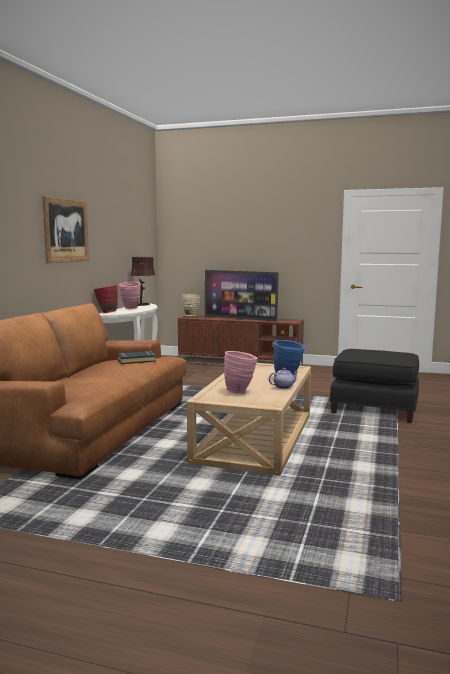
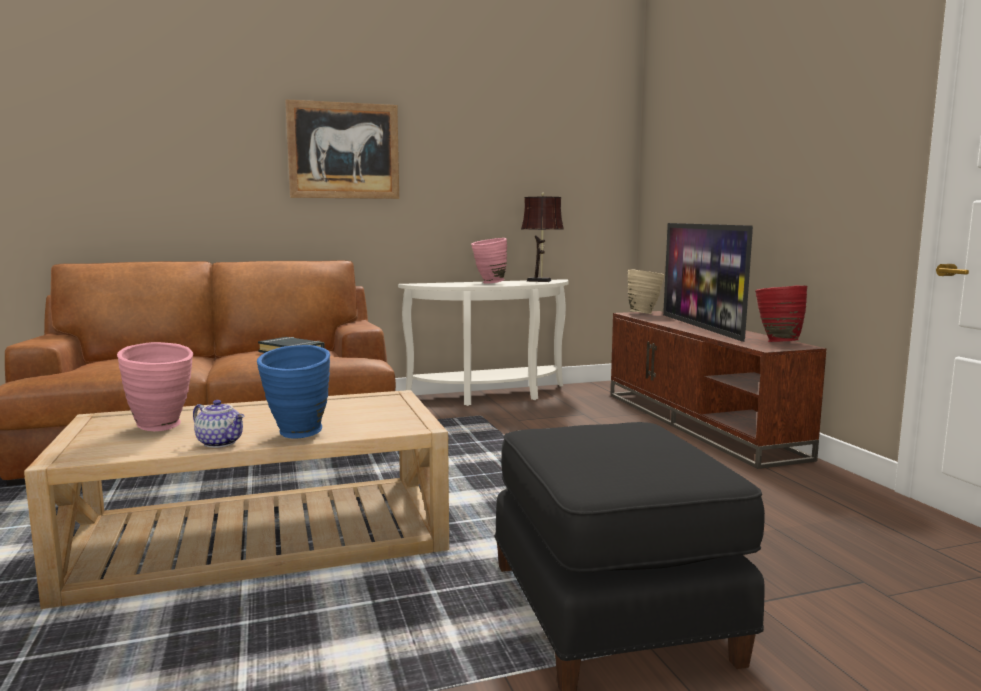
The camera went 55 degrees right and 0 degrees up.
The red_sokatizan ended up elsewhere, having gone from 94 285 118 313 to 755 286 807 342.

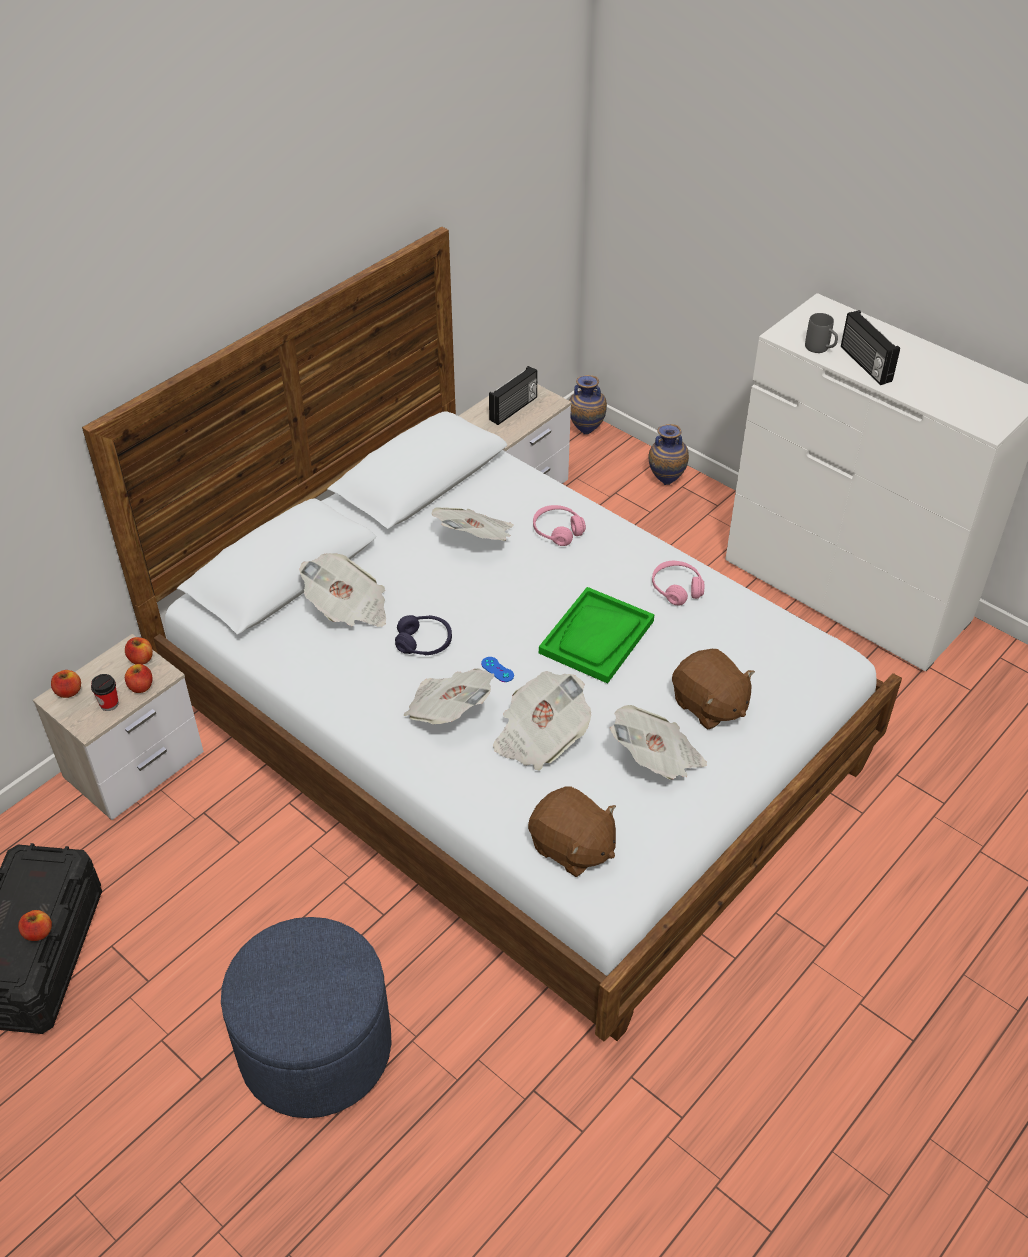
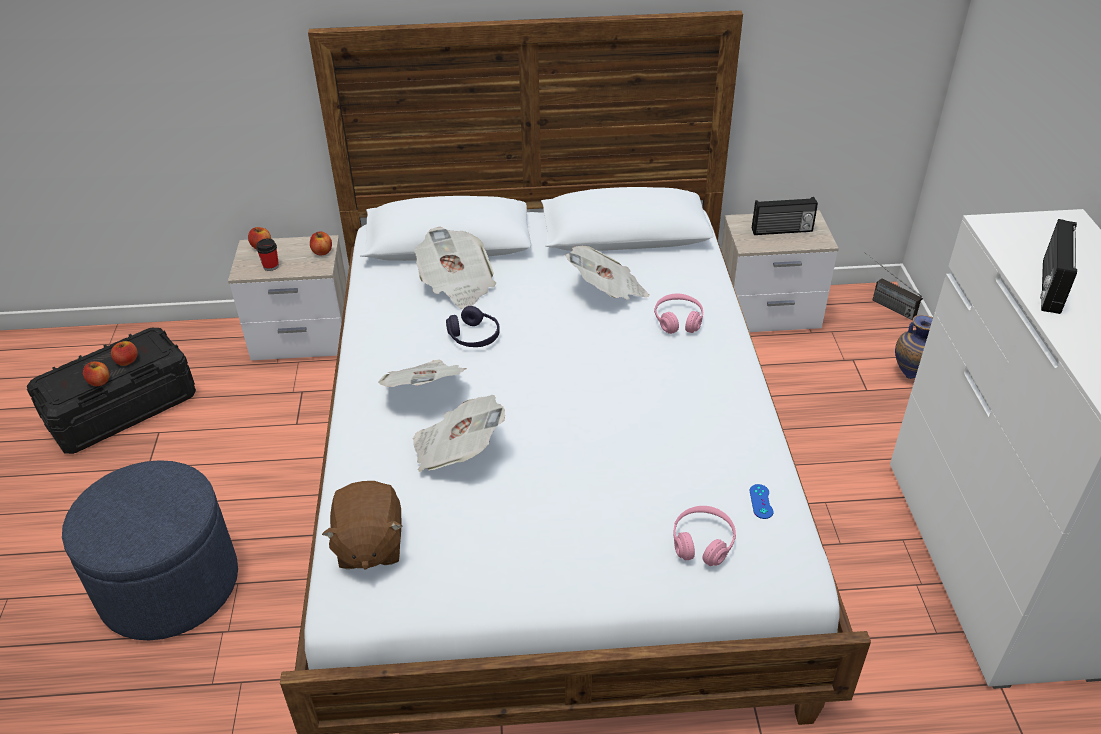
The camera went 45 degrees right and 5 degrees down.
The second view lost the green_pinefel at 539 587 655 684.
The second view lost the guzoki at 610 705 707 780.
The second view lost the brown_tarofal at 672 649 755 730.
The second view lost the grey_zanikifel at 805 313 838 353.
The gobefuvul ended up elsewhere, having gone from 125 664 152 693 to 111 341 137 366.
The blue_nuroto ended up elsewhere, having gone from 481 657 514 682 to 750 484 773 519.
The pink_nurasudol ended up elsewhere, having gone from 652 561 704 606 to 673 506 736 566.
Where the sokatizan stood at 569 375 607 435, the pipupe came to stand at 865 252 923 320.

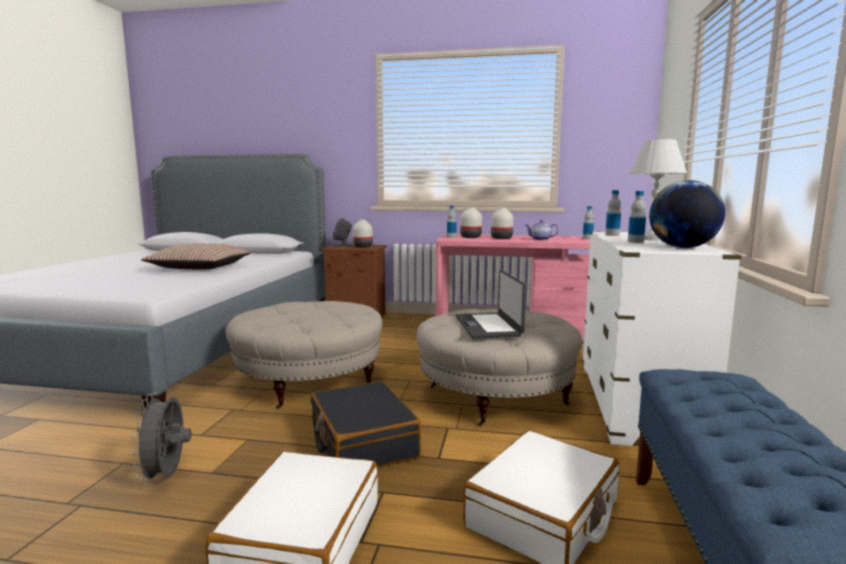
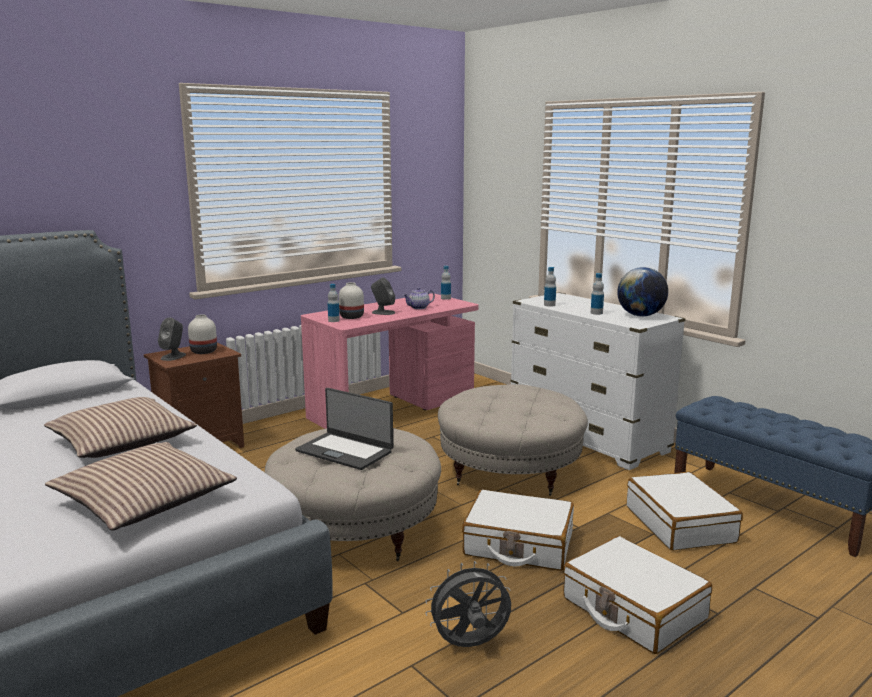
The camera went 50 degrees left and 5 degrees up.
The second view lost the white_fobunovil at 629 139 687 241.
The second view gained the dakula at 45 442 237 530.
The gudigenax ended up elsewhere, having gone from 455 270 526 339 to 295 388 393 470.
Where the white_sokatizan stood at 491 208 513 239, the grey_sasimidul came to stand at 371 278 395 315.
What was the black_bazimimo at 311 381 422 467 turned into the white_bazimimo at 462 490 574 571.
The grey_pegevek at 131 393 192 485 ended up facing another way, 135 degrees clockwise from before.

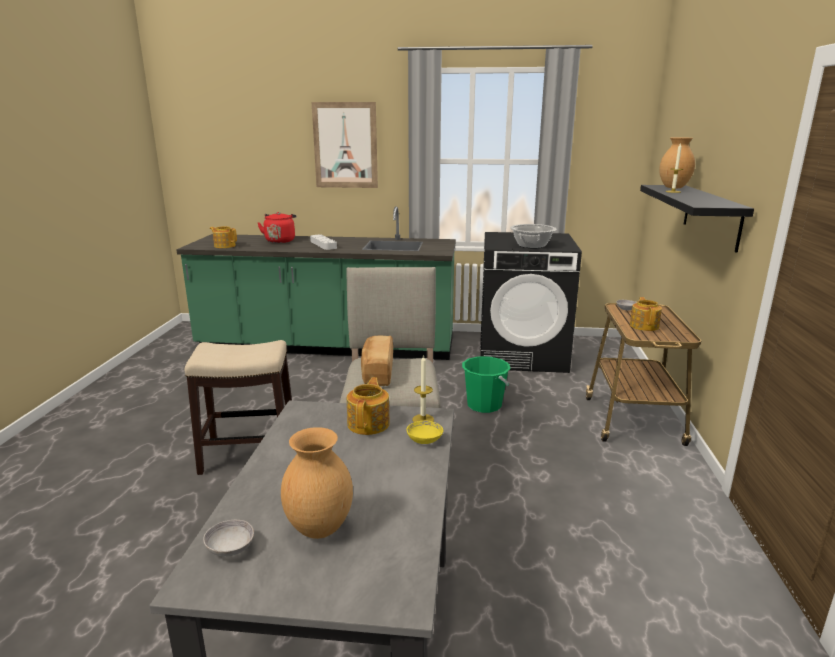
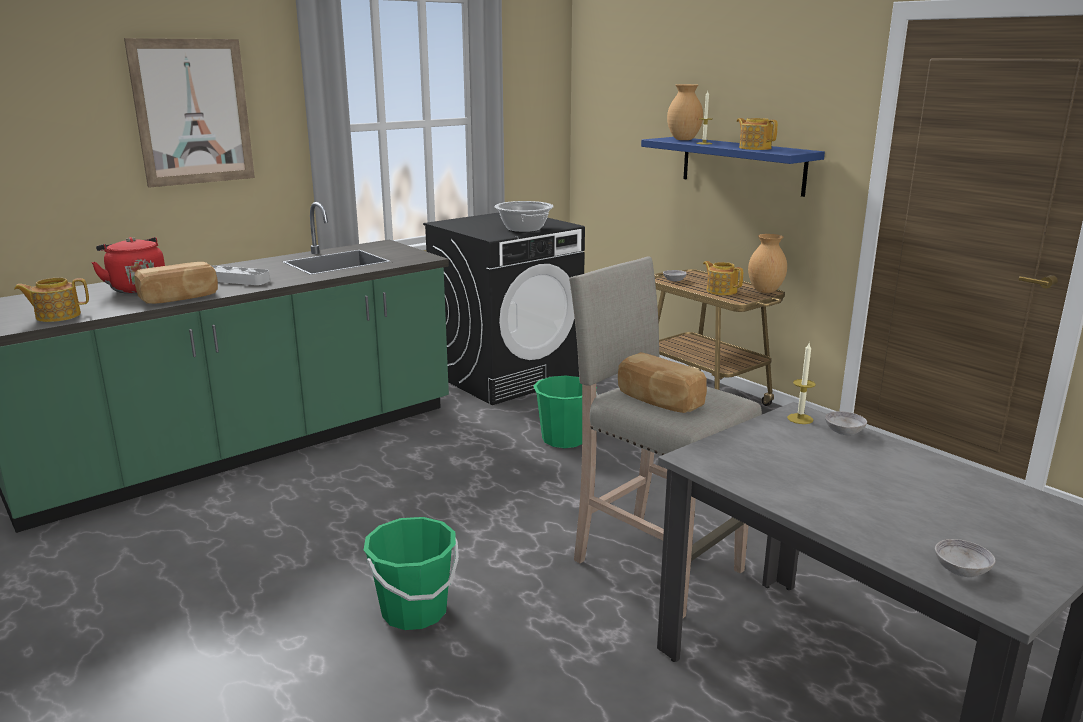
The camera went 45 degrees left and 0 degrees up.
The second view gained the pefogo at 134 262 218 304.
The brown_sokatizan ended up elsewhere, having gone from 281 427 353 539 to 748 234 787 293.
The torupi ended up elsewhere, having gone from 347 377 390 435 to 737 118 778 150.
Where the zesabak stood at 185 340 292 475, the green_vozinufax came to stand at 364 517 459 630.
What was the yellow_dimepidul at 407 421 444 444 turned into the grey_dimepidul at 825 411 867 435.
What was the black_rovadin at 640 185 754 253 turned into the blue_rovadin at 641 137 825 197.

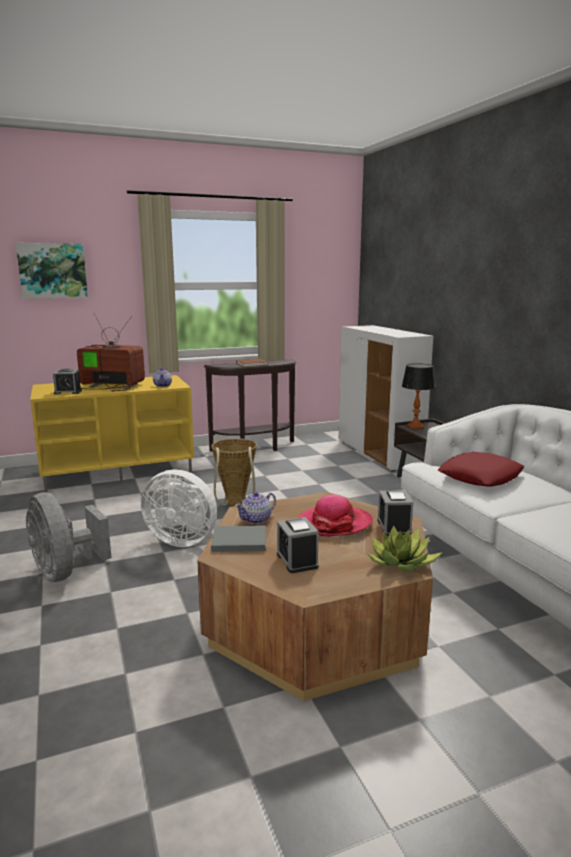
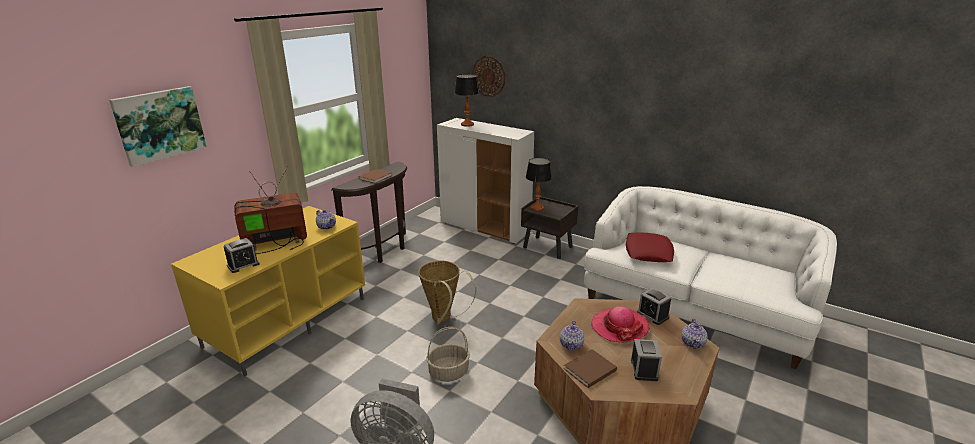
The camera went 35 degrees left and 10 degrees up.
The second view gained the fobunovil at 455 74 479 127.
The second view gained the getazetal at 472 56 505 97.
Where the white_pegevek stood at 141 469 217 547, the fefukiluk came to stand at 427 327 470 382.
Where the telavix stood at 367 526 443 571, the torupi came to stand at 681 319 708 349.
What was the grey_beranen at 211 525 266 552 turned into the brown_beranen at 564 349 617 388.
The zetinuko at 277 517 319 573 ended up facing another way, 120 degrees counterclockwise from before.

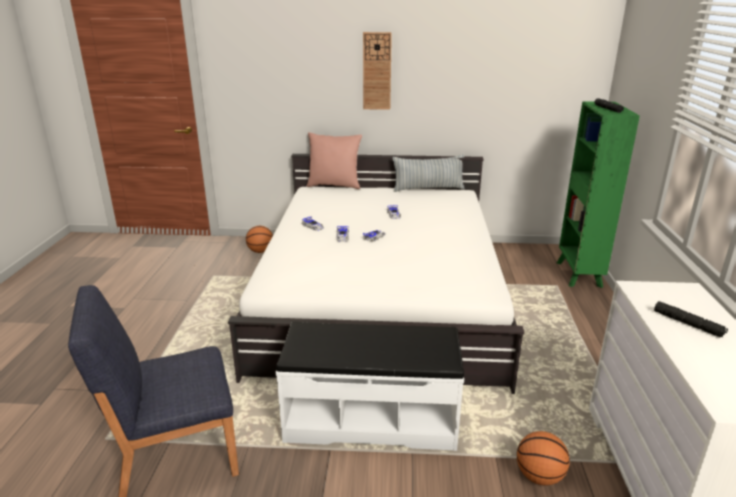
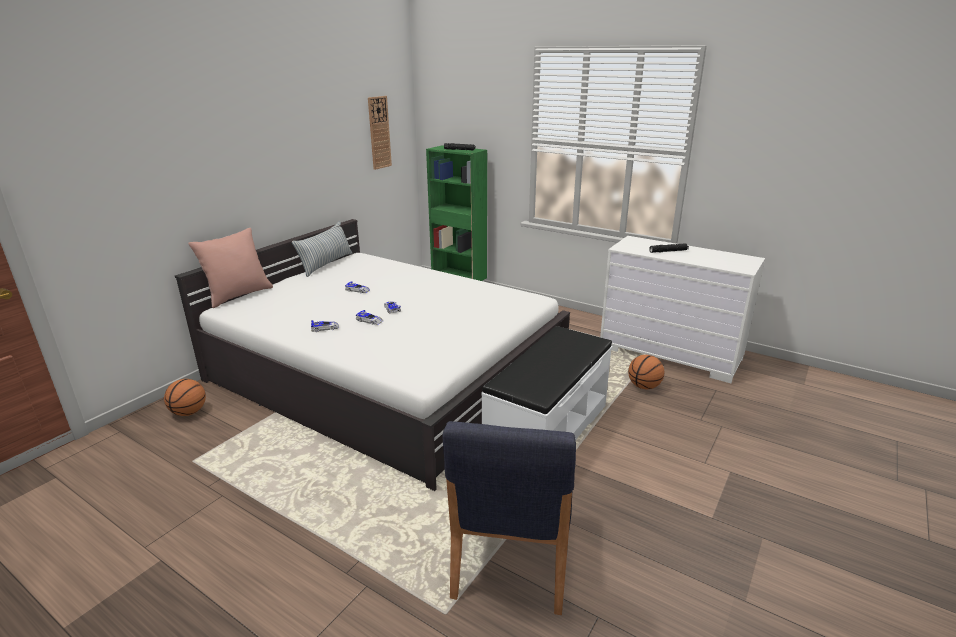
The camera went 60 degrees left and 0 degrees up.
The getazetal ended up elsewhere, having gone from 363 32 392 110 to 368 96 392 170.

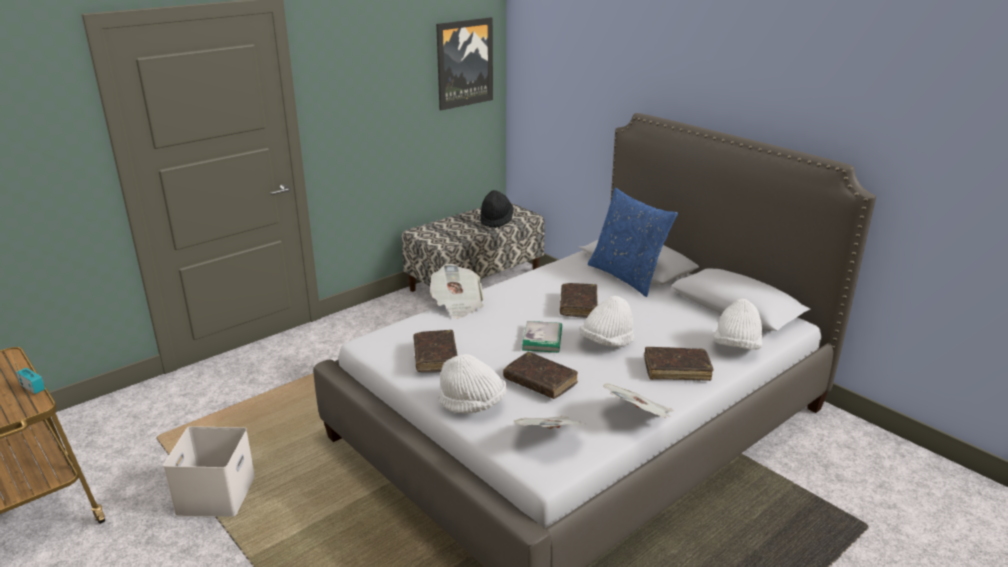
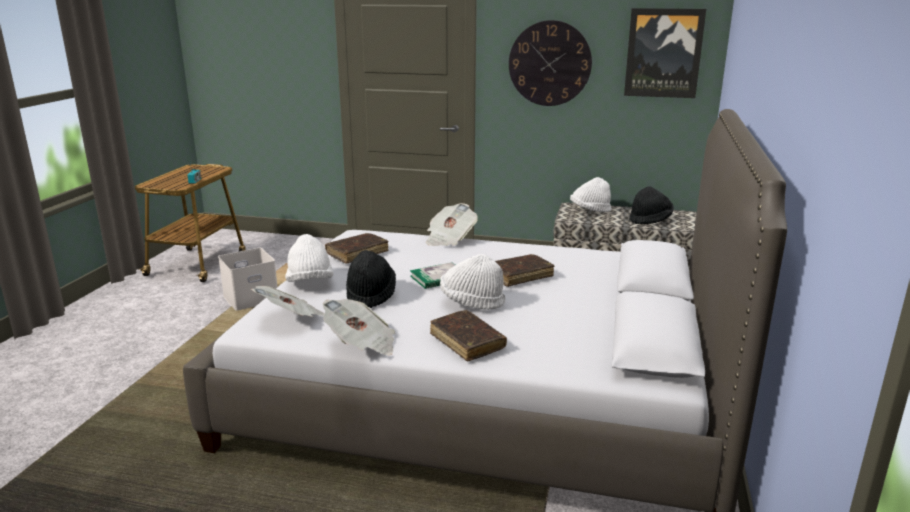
The camera went 55 degrees right and 5 degrees down.
The second view lost the blue_dakula at 588 188 678 297.
The second view gained the getazetal at 509 20 592 106.
The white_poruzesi ended up elsewhere, having gone from 713 299 762 350 to 570 177 611 212.
Where the brown_beranen stood at 503 352 578 399, the black_poruzesi came to stand at 346 250 396 308.

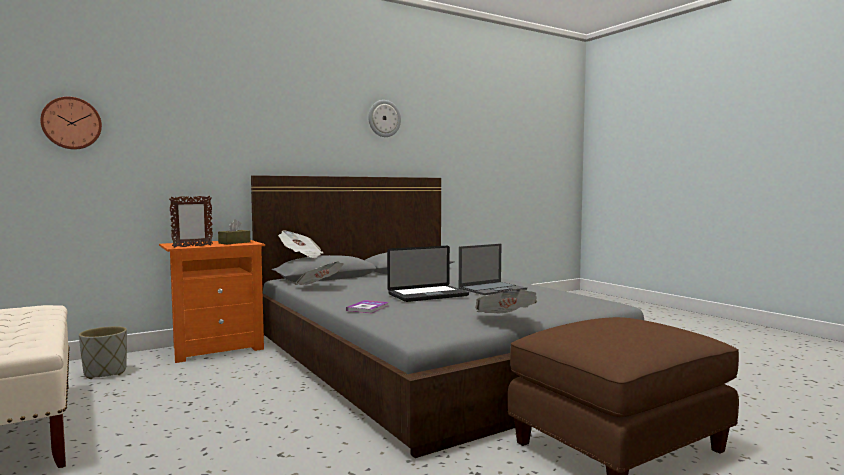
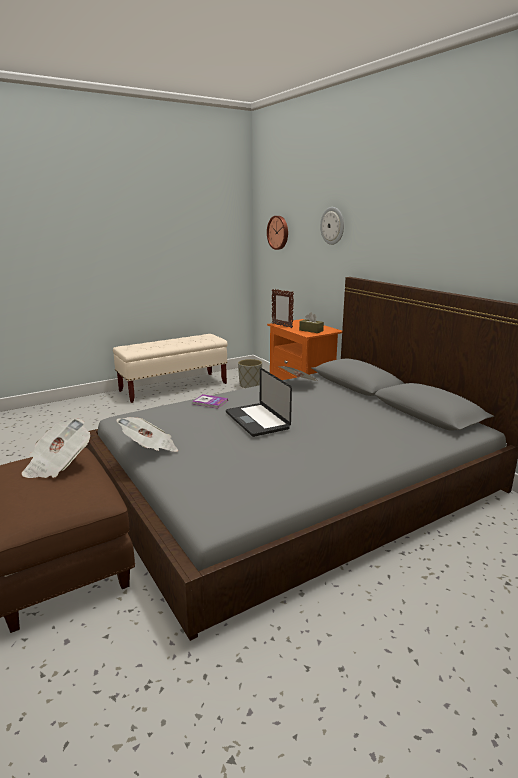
The camera went 90 degrees right and 15 degrees up.
The second view lost the gudigenax at 459 244 527 295.
The guzoki ended up elsewhere, having gone from 278 231 324 258 to 22 418 90 478.
The getazetal ended up elsewhere, having gone from 368 100 401 137 to 320 207 344 245.

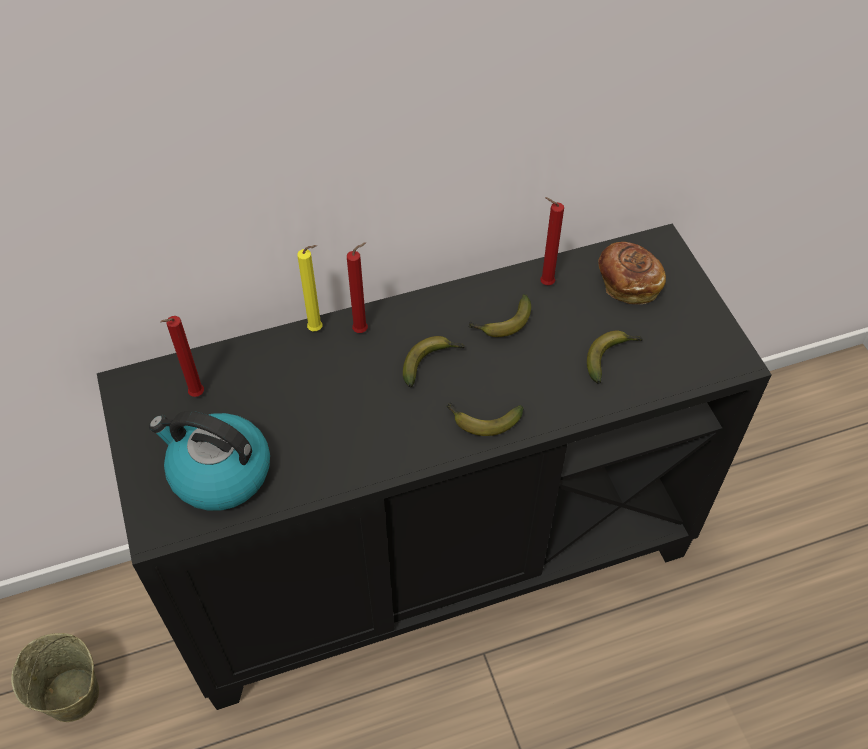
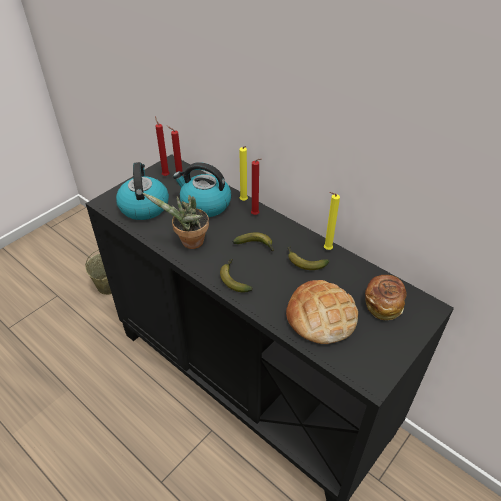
The camera went 60 degrees right and 10 degrees down.
The second view gained the telavix at 142 193 209 249.
The second view gained the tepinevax at 173 162 231 217.
The second view gained the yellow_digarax at 324 192 340 250.
The red_digarax ended up elsewhere, having gone from 540 197 564 285 to 155 116 170 176.
Where the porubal stood at 587 331 643 384, the pefogo came to stand at 286 280 358 344.

